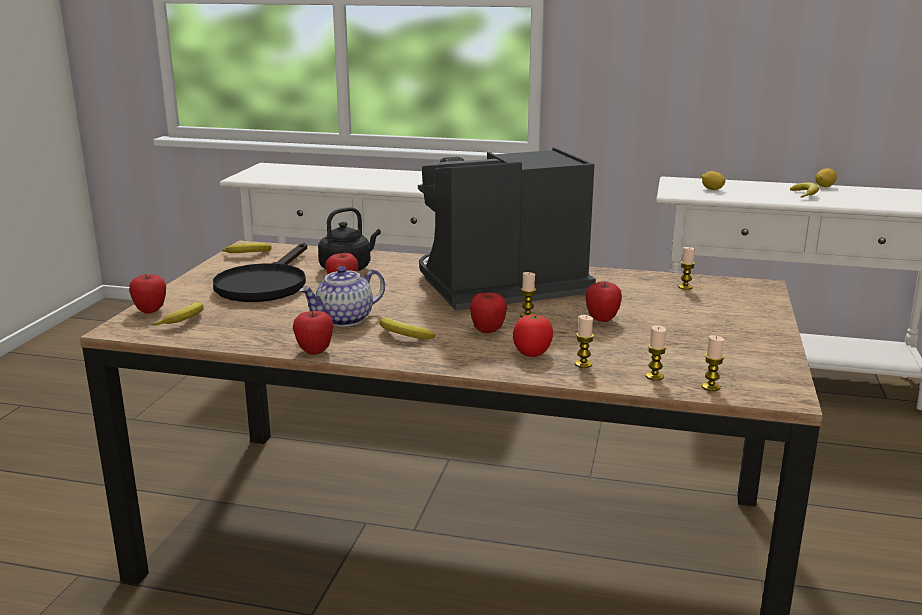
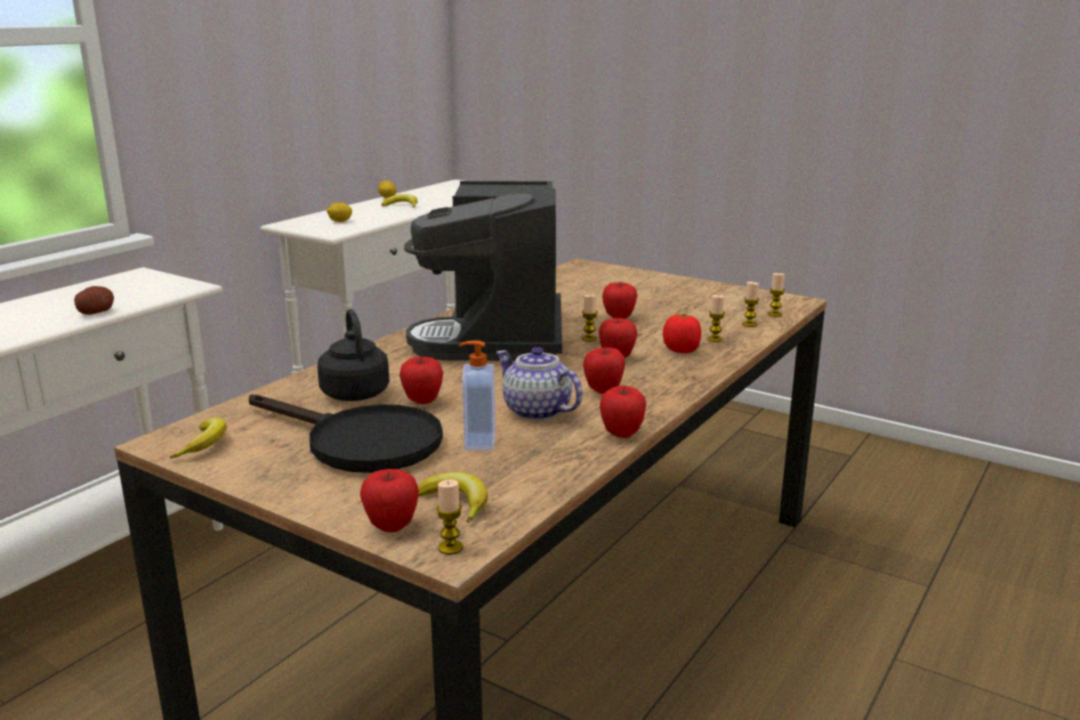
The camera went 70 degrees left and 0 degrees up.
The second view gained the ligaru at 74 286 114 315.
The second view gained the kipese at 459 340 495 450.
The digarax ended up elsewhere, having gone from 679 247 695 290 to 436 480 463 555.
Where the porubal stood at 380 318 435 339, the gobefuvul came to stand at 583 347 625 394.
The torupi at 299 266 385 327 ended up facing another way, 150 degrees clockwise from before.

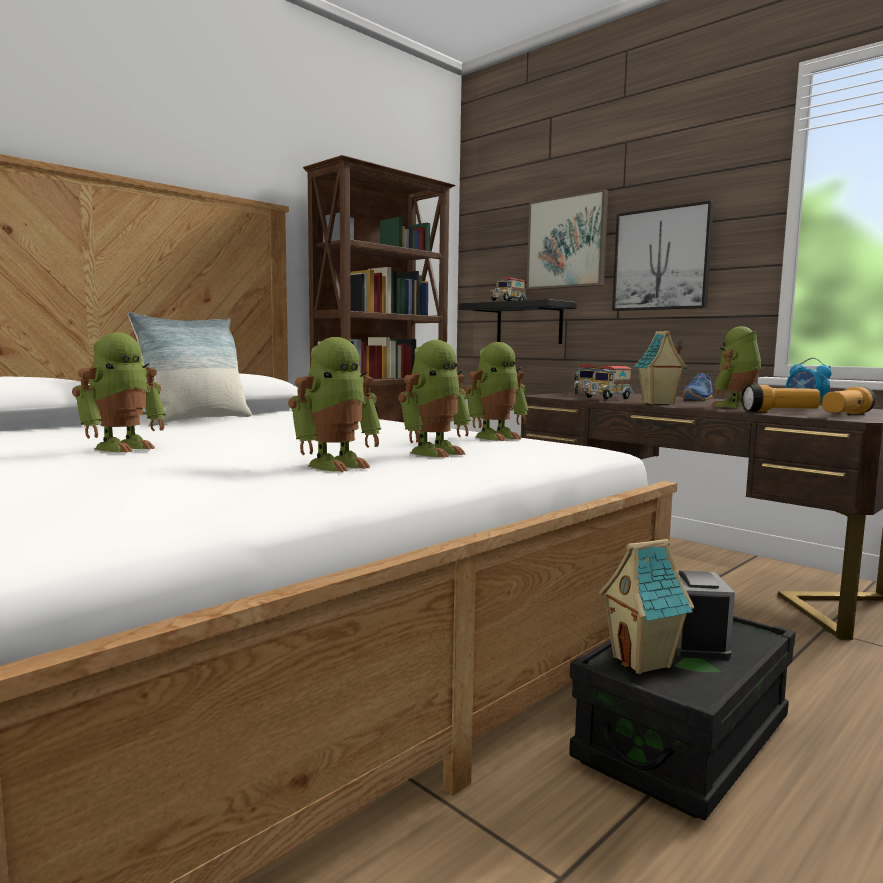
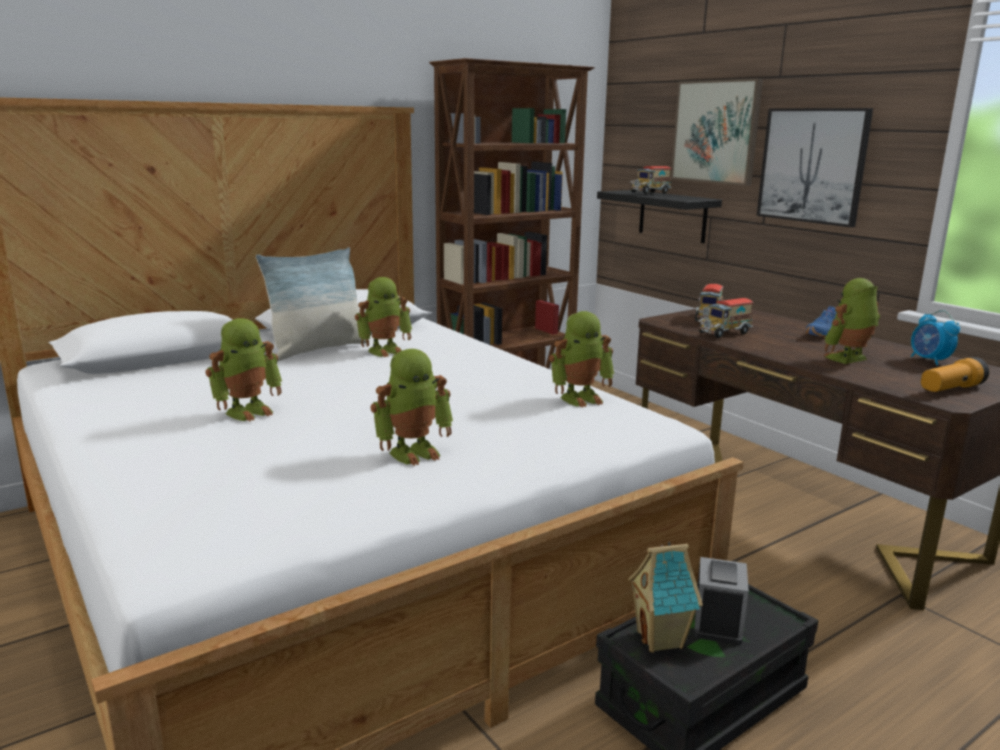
The camera went 10 degrees right and 10 degrees up.
The second view lost the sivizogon at 634 331 687 405.
The second view lost the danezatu at 741 385 821 412.
The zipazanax ended up elsewhere, having gone from 398 340 471 458 to 355 277 412 357.

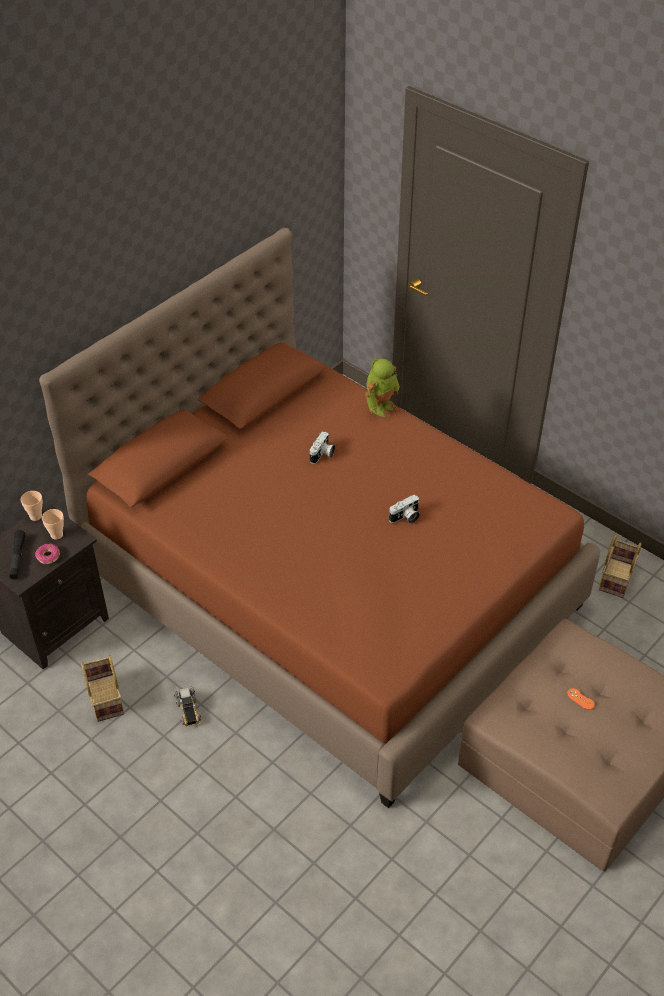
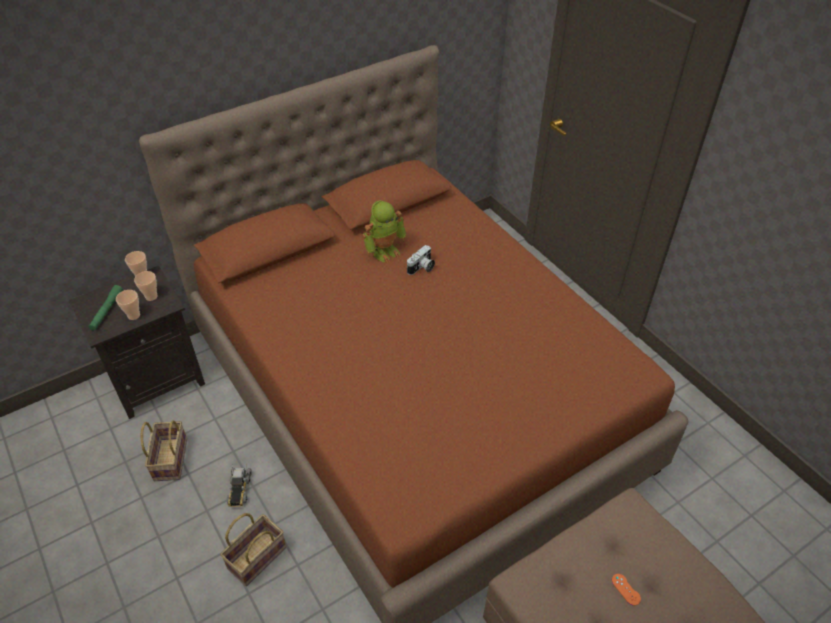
The camera went 15 degrees right and 0 degrees up.
The second view lost the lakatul at 389 495 420 524.
The zipazanax ended up elsewhere, having gone from 365 358 400 417 to 362 200 406 263.
The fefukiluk ended up elsewhere, having gone from 599 535 641 598 to 220 513 286 586.
Where the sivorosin stood at 35 544 60 564, the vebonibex came to stand at 116 290 140 320.
What was the black_danezatu at 9 530 25 579 turned into the green_danezatu at 88 285 123 331.

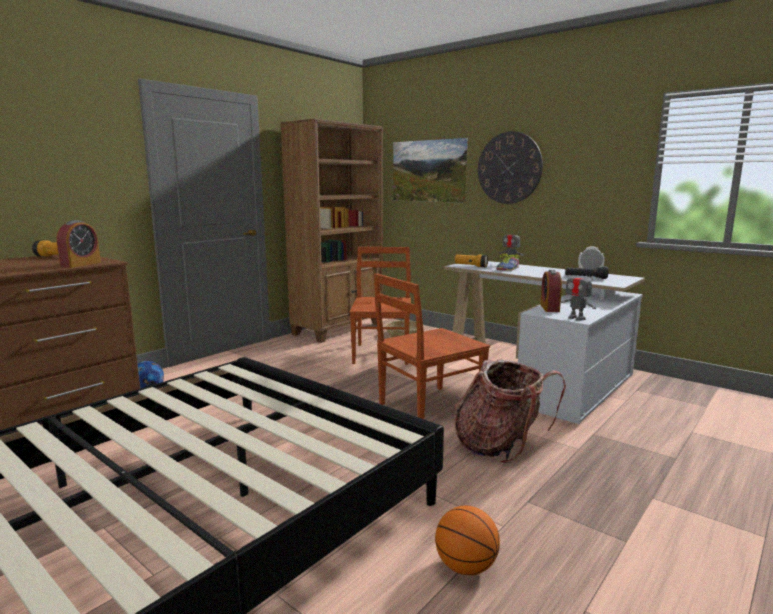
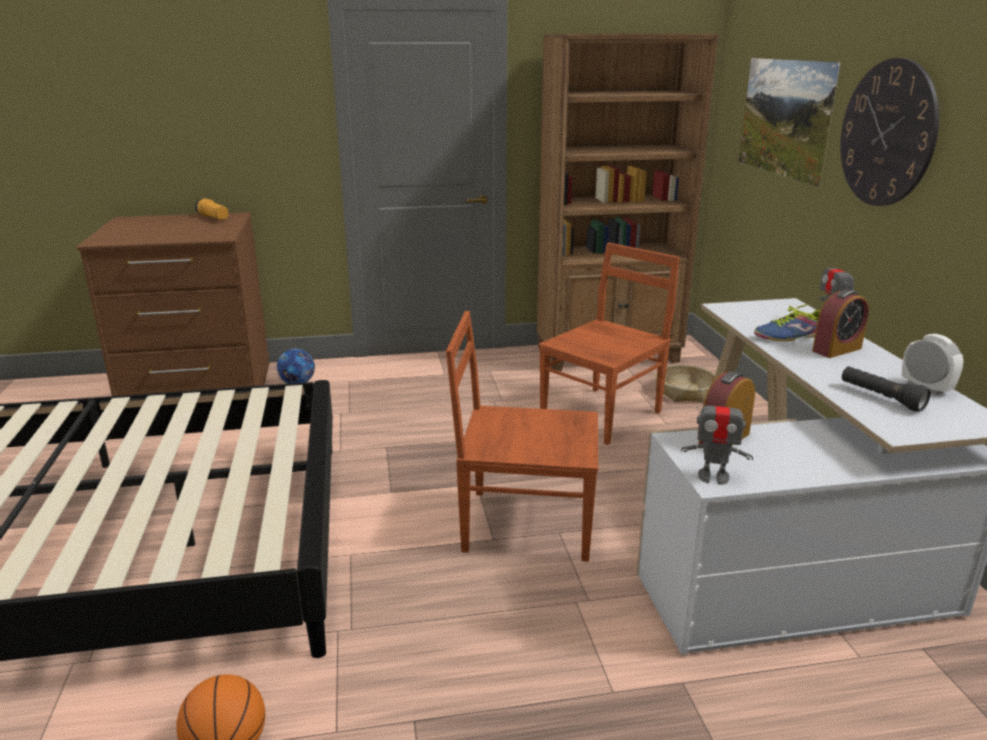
The camera went 40 degrees right and 10 degrees up.
The second view lost the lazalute at 454 359 566 463.
The second view lost the danezatu at 455 255 488 267.
The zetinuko ended up elsewhere, having gone from 56 220 101 268 to 812 289 869 358.
The zipazanax at 561 267 596 321 ended up facing another way, 75 degrees counterclockwise from before.

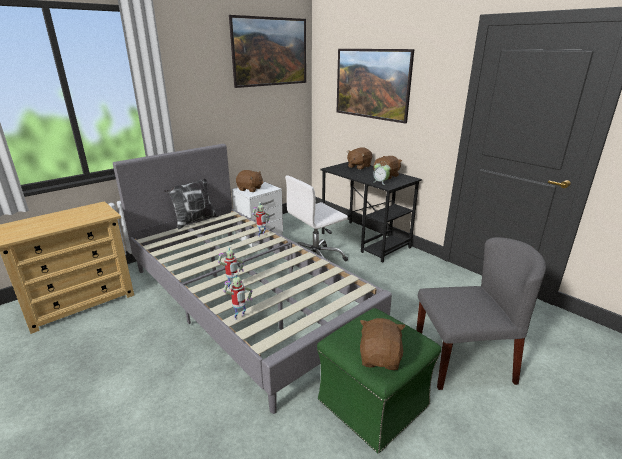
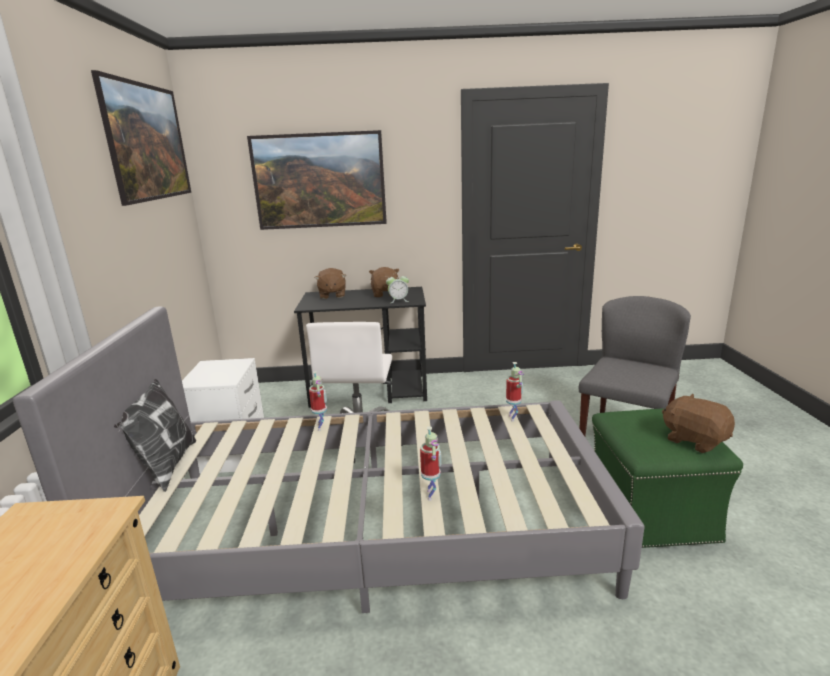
The camera went 50 degrees left and 5 degrees down.
The second view lost the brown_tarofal at 236 170 264 192.
The zipazanax ended up elsewhere, having gone from 223 273 253 320 to 506 362 524 422.

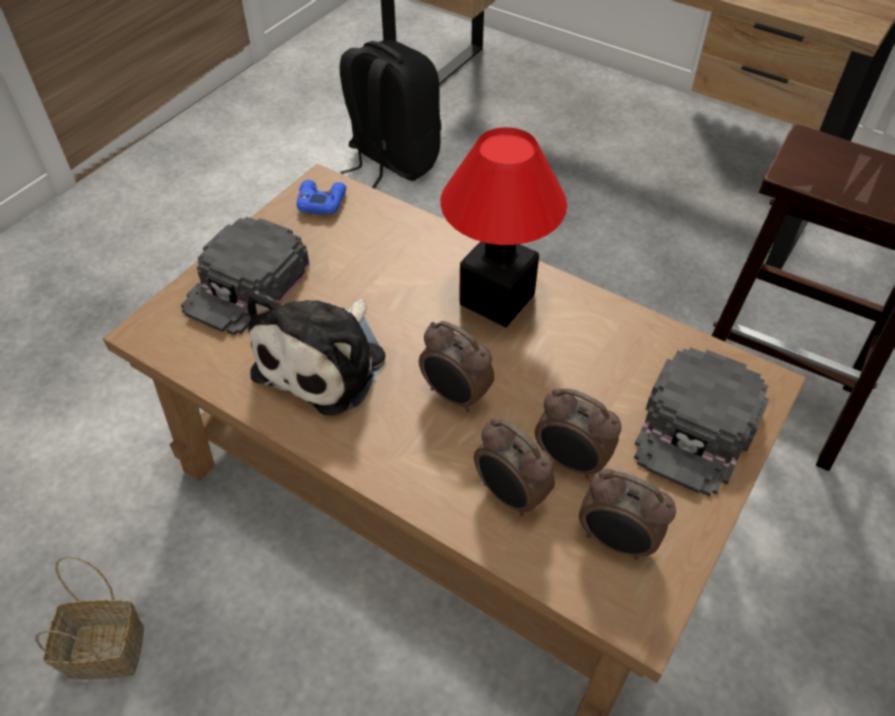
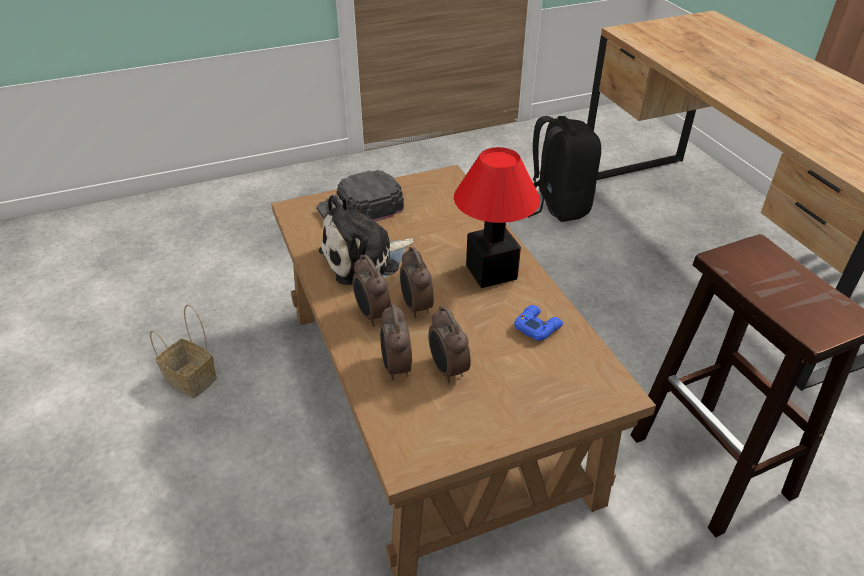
The camera went 35 degrees right and 10 degrees down.
The second view lost the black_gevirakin at 634 347 769 497.
The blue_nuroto ended up elsewhere, having gone from 297 180 346 214 to 514 305 563 341.
The zetinuko ended up elsewhere, having gone from 579 469 676 560 to 353 255 391 326.

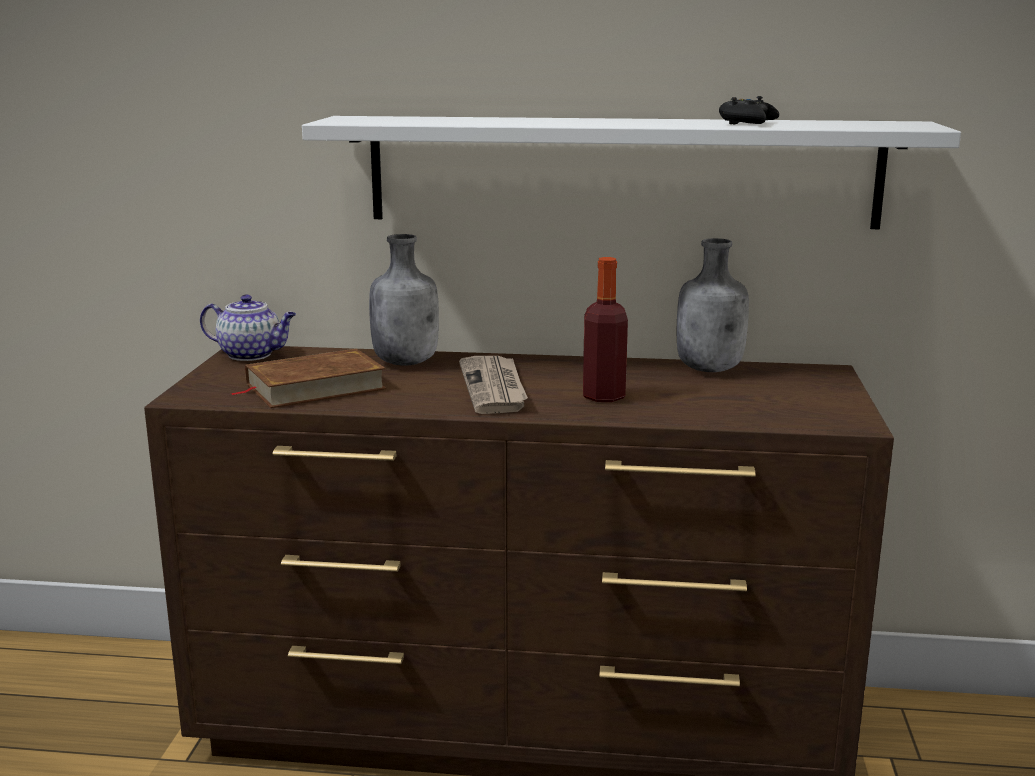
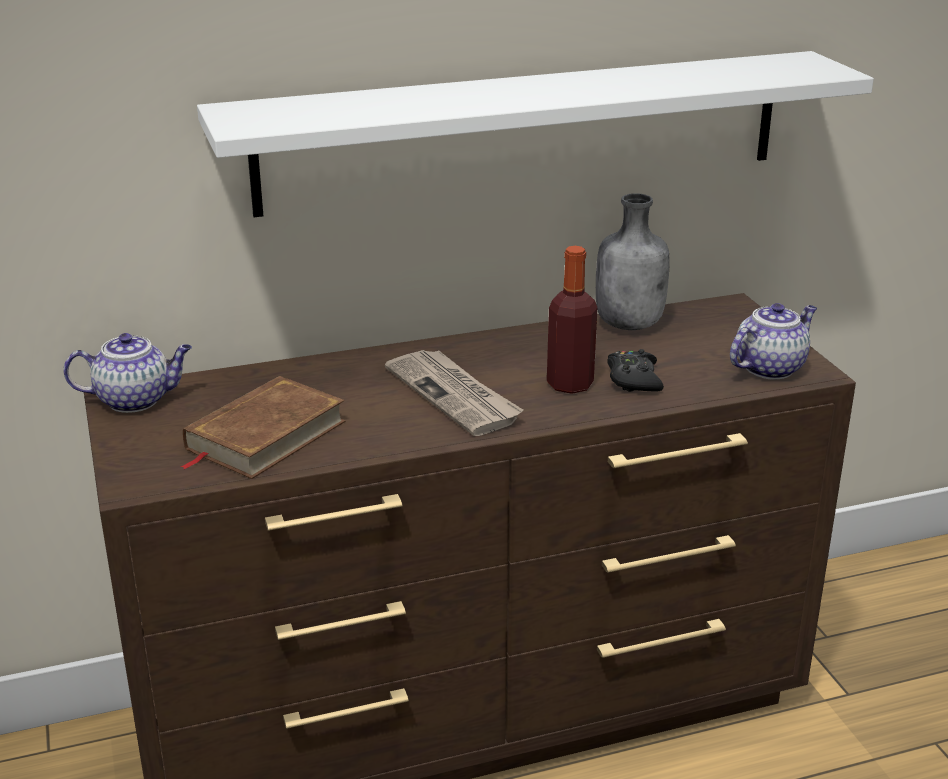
The camera went 25 degrees left and 10 degrees up.
The second view lost the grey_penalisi at 369 234 439 366.
The second view gained the torupi at 730 303 817 380.
The black_nuroto ended up elsewhere, having gone from 719 96 779 125 to 607 349 664 392.

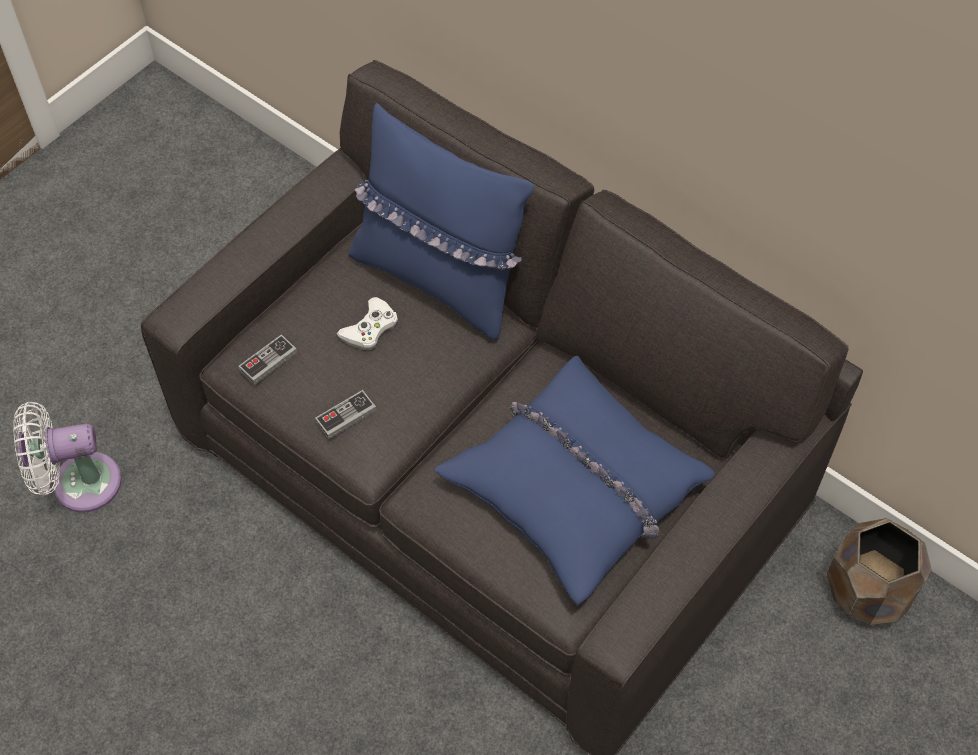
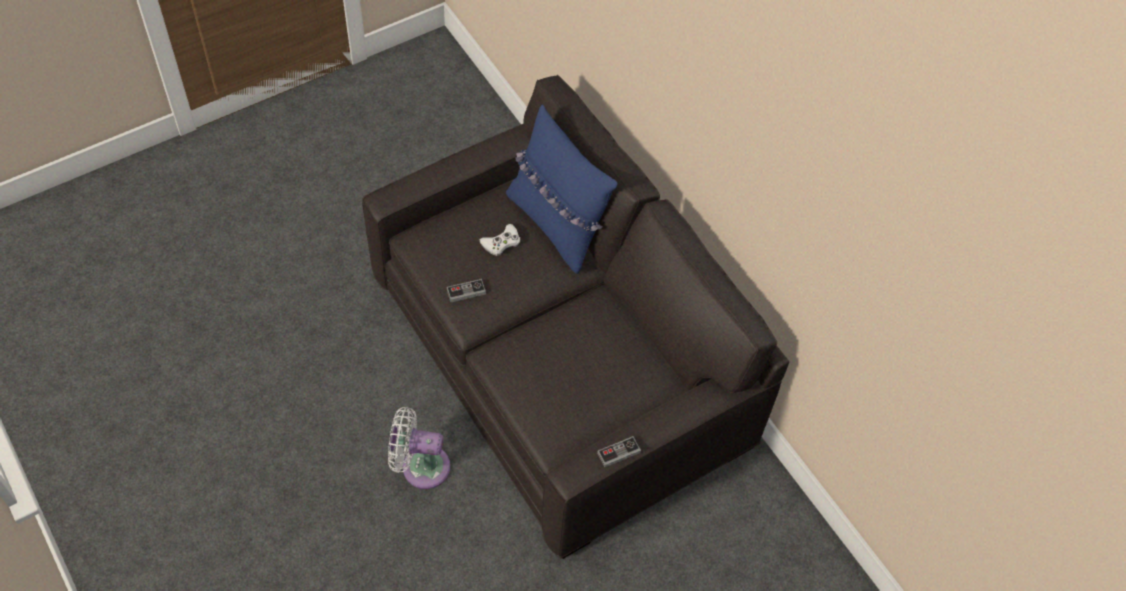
The camera went 15 degrees right and 0 degrees up.
The second view lost the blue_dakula at 434 356 715 605.
The second view lost the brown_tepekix at 826 518 932 625.
The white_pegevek ended up elsewhere, having gone from 13 402 122 513 to 388 407 450 489.
The nuroto ended up elsewhere, having gone from 239 334 297 385 to 597 436 641 467.

